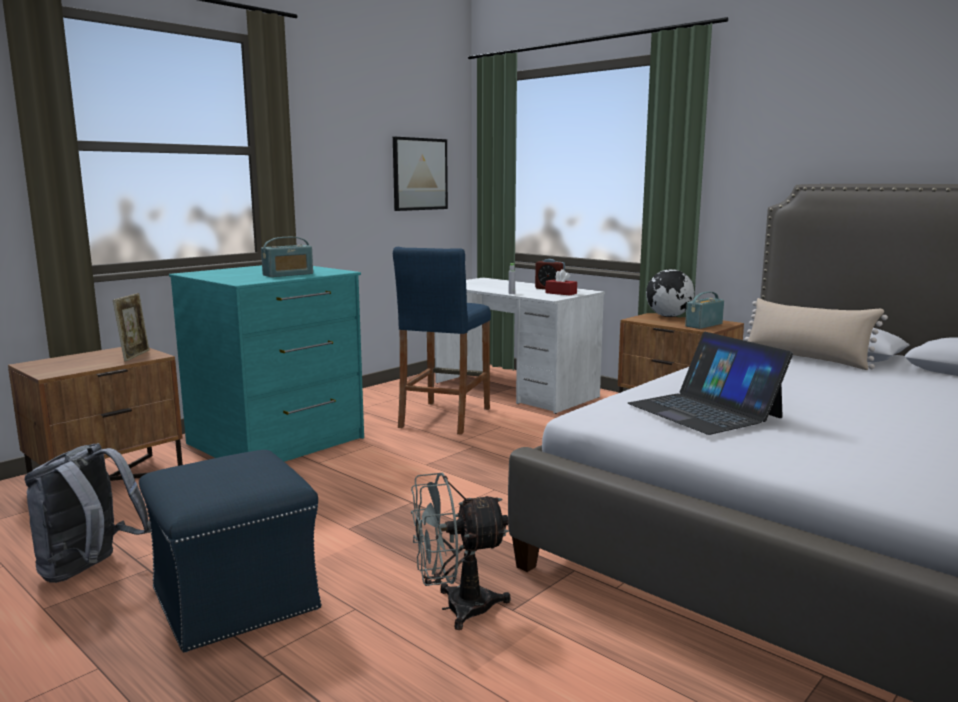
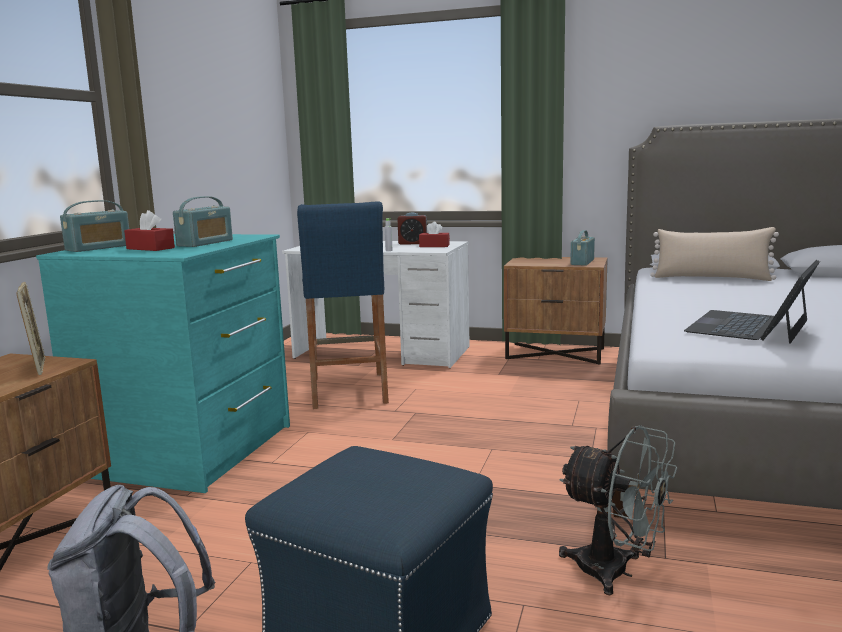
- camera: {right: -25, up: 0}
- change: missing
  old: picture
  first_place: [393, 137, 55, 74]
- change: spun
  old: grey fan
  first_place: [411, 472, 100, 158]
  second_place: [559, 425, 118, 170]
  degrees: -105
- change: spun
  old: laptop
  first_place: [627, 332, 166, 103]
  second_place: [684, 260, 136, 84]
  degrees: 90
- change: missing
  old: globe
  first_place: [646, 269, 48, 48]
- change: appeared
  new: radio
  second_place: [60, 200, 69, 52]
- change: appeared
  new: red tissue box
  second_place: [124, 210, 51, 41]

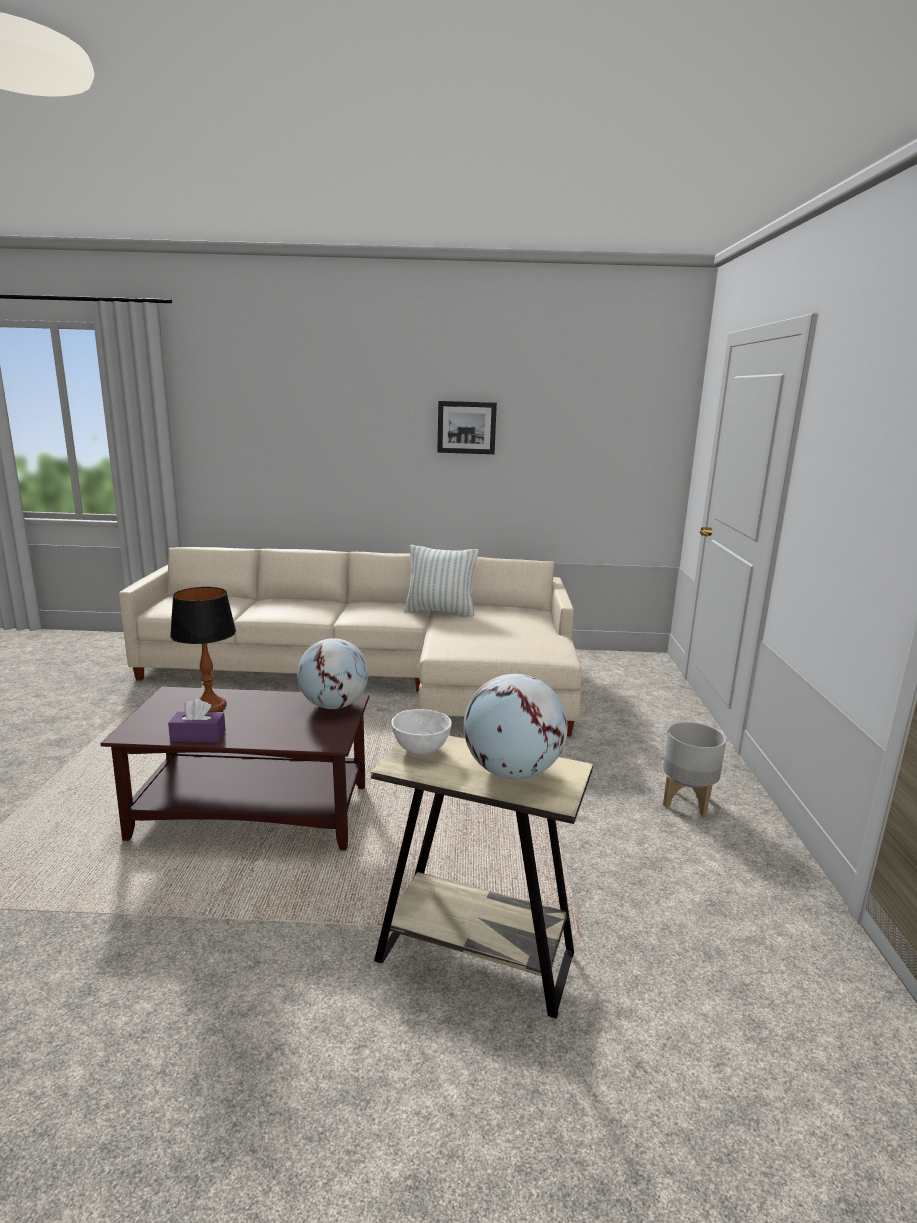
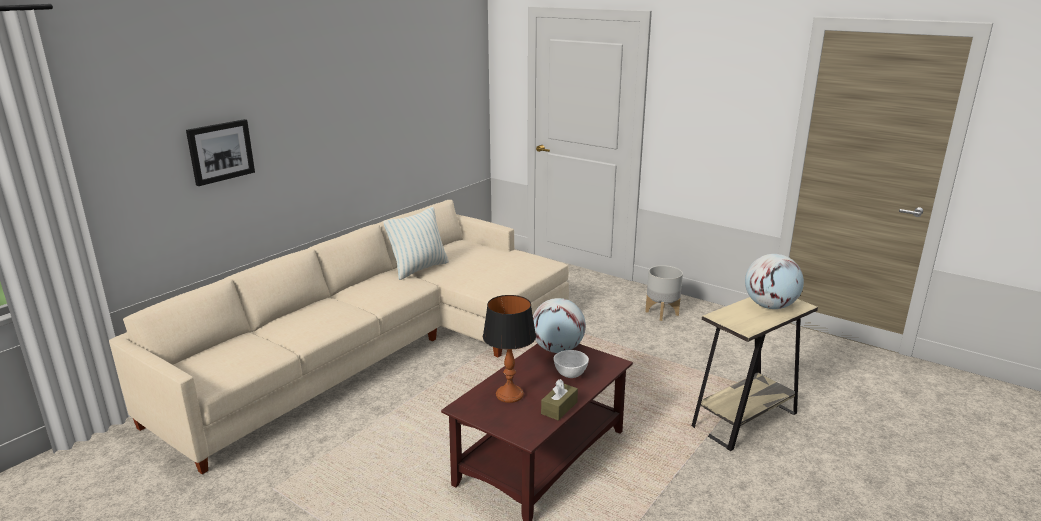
- camera: {right: -55, up: 5}
- change: colour
  old: purple tissue box
  new: brown tissue box
  first_place: [168, 698, 58, 44]
  second_place: [541, 379, 37, 42]
- change: relocated
  old: white bowl
  first_place: [392, 709, 60, 46]
  second_place: [554, 350, 35, 28]
- change: relocated
  old: picture
  first_place: [437, 401, 60, 53]
  second_place: [186, 119, 69, 67]

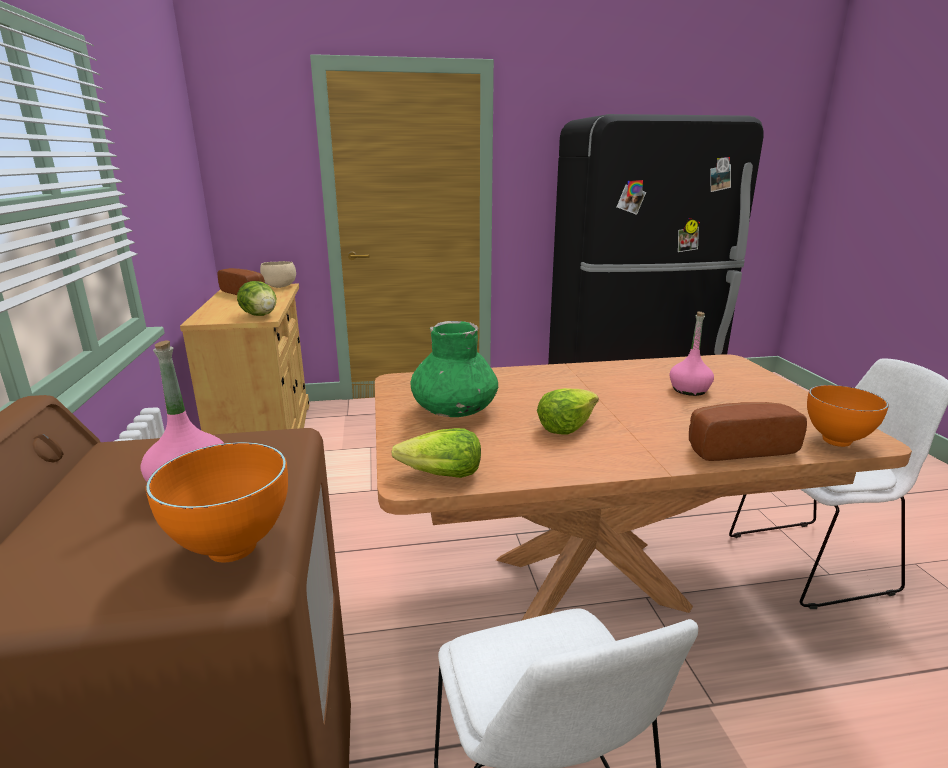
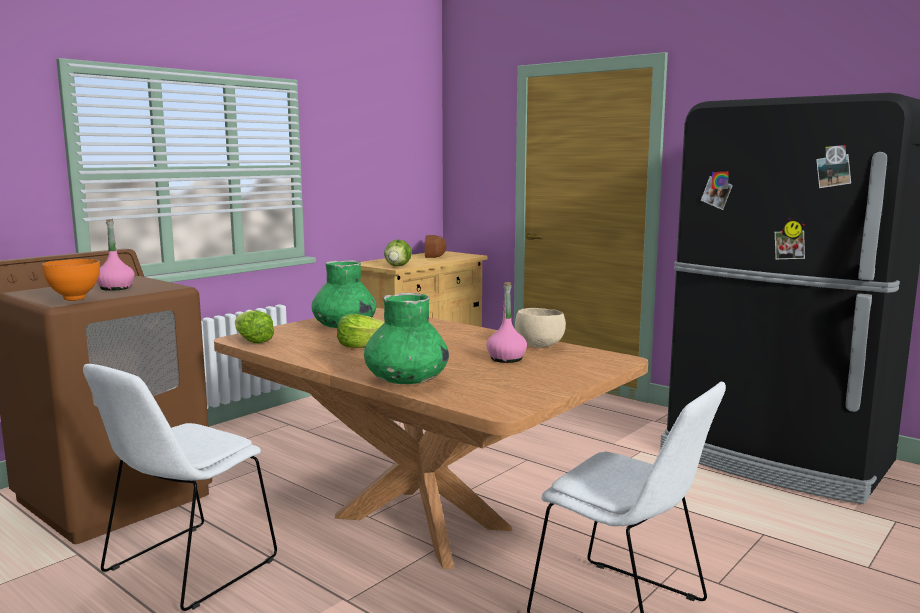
- camera: {right: 50, up: -10}
- change: relocated
  old: beige bowl
  first_place: [260, 261, 36, 27]
  second_place: [515, 308, 51, 40]
- change: exchanged
  old: bread
  new: green vase
  first_place: [689, 402, 118, 59]
  second_place: [364, 293, 85, 91]
- change: missing
  old: orange bowl
  first_place: [807, 385, 82, 62]

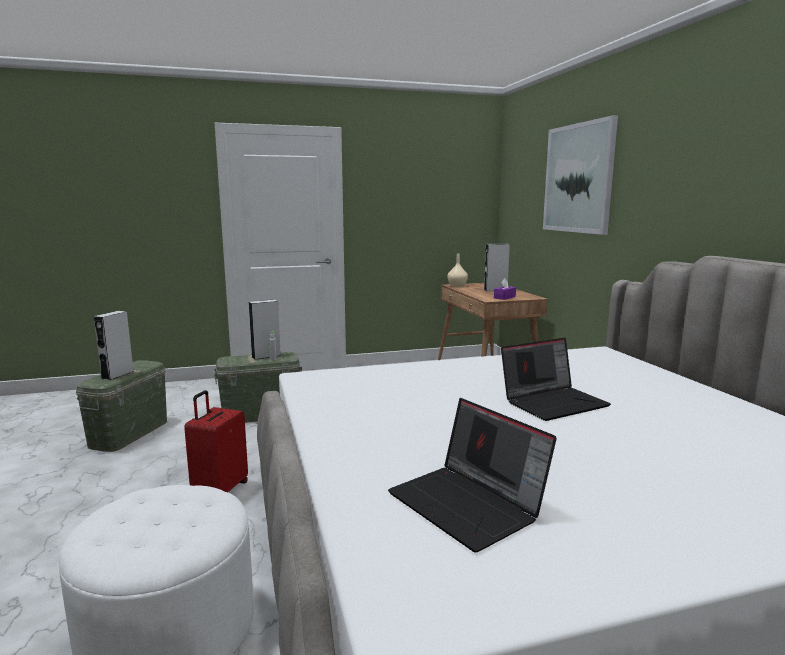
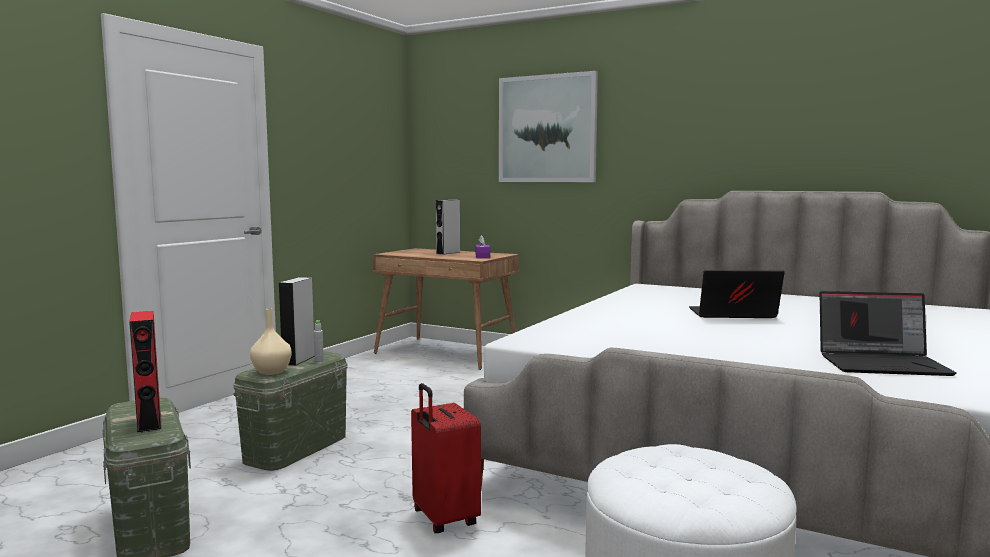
- camera: {right: -45, up: -5}
- change: colour
  old: grey speaker
  new: red speaker
  first_place: [93, 311, 41, 69]
  second_place: [129, 311, 32, 122]
- change: relocated
  old: beige vase
  first_place: [448, 253, 20, 34]
  second_place: [250, 308, 41, 67]
- change: spun
  old: laptop
  first_place: [501, 338, 110, 83]
  second_place: [689, 270, 96, 48]
  degrees: -105

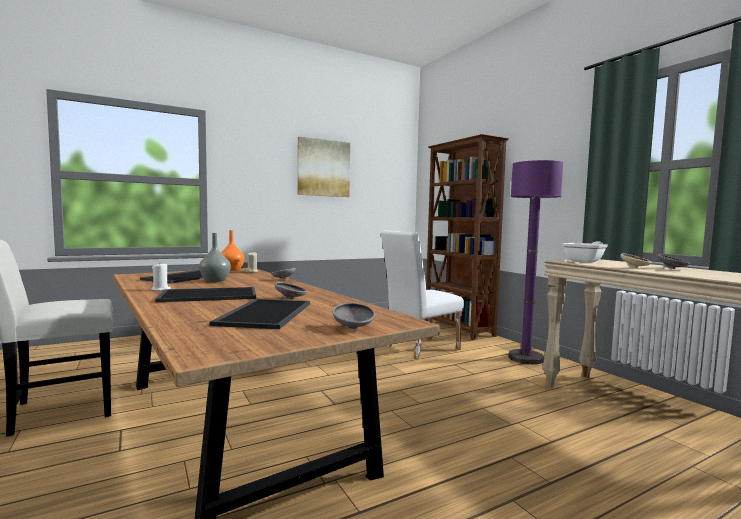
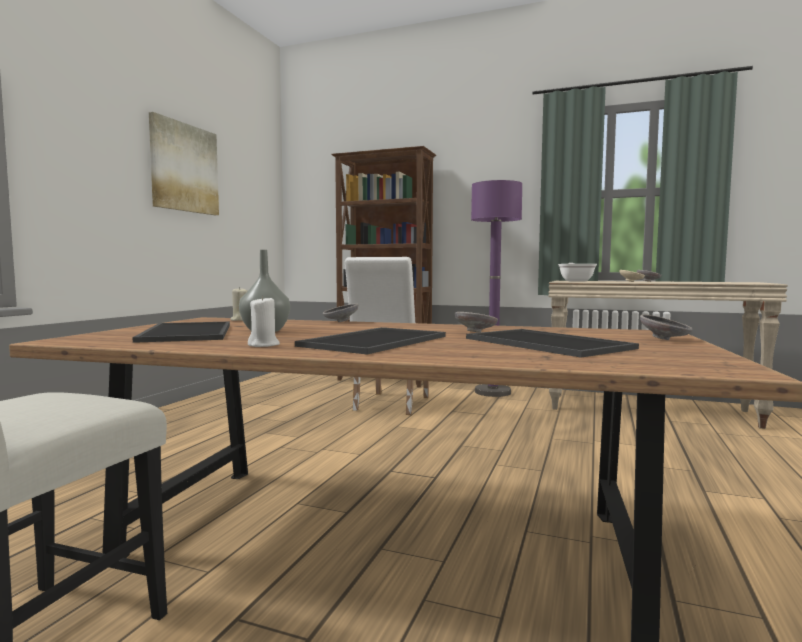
- camera: {right: -40, up: 0}
- change: missing
  old: orange vase
  first_place: [221, 230, 23, 41]

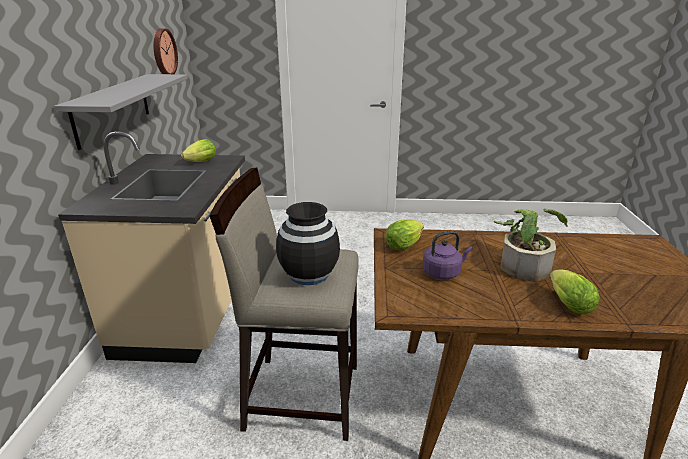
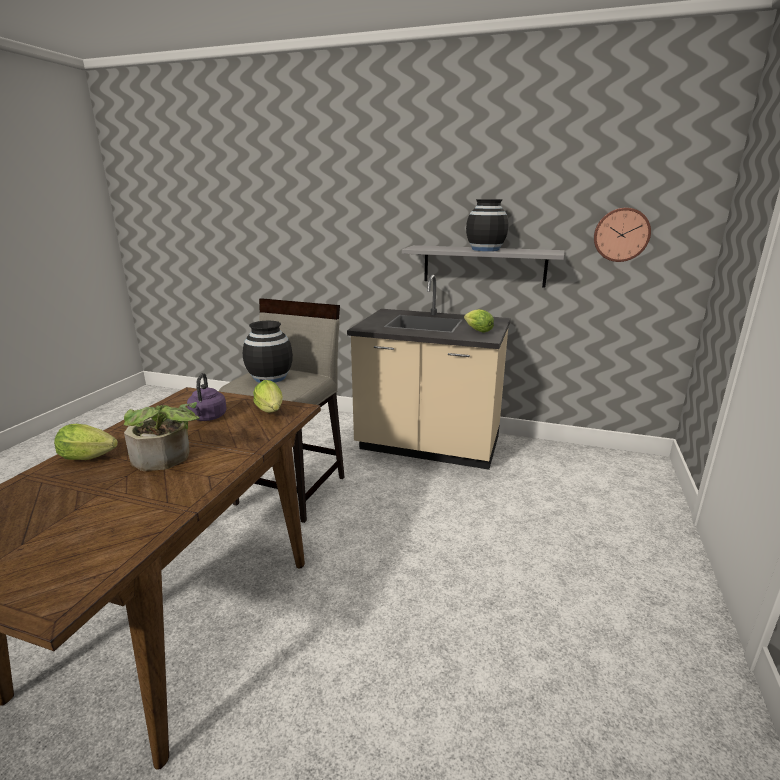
- camera: {right: 105, up: -5}
- change: appeared
  new: black vase
  second_place: [466, 199, 43, 52]

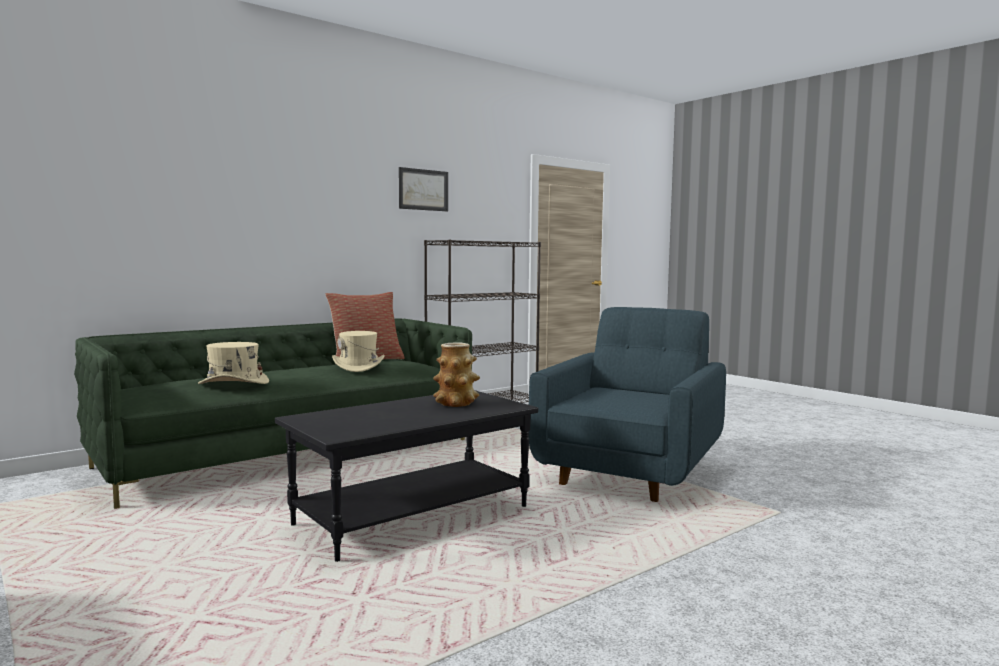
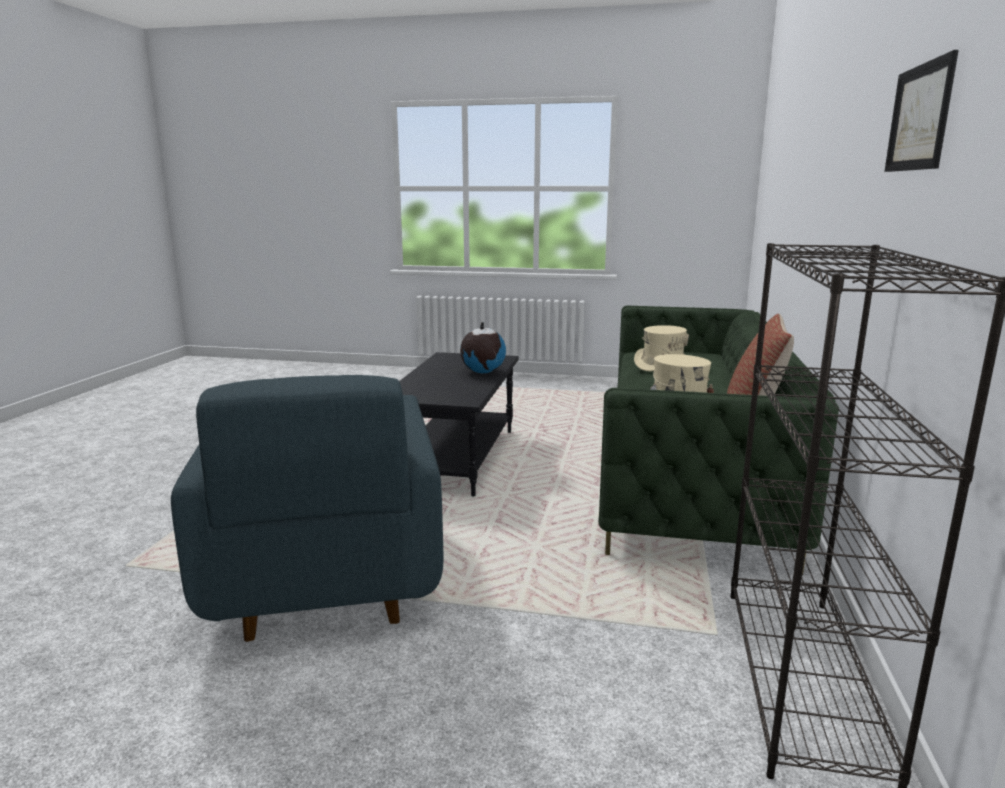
- camera: {right: 140, up: 10}
- change: missing
  old: vase
  first_place: [433, 342, 47, 65]
- change: appeared
  new: globe
  second_place: [460, 322, 46, 51]

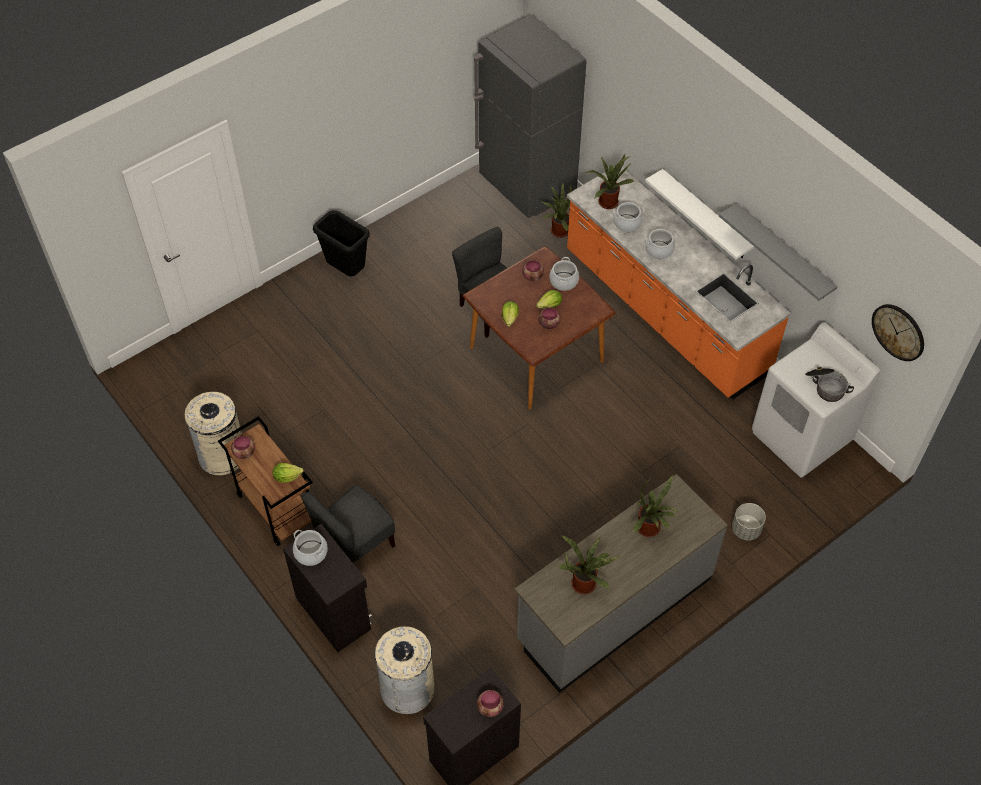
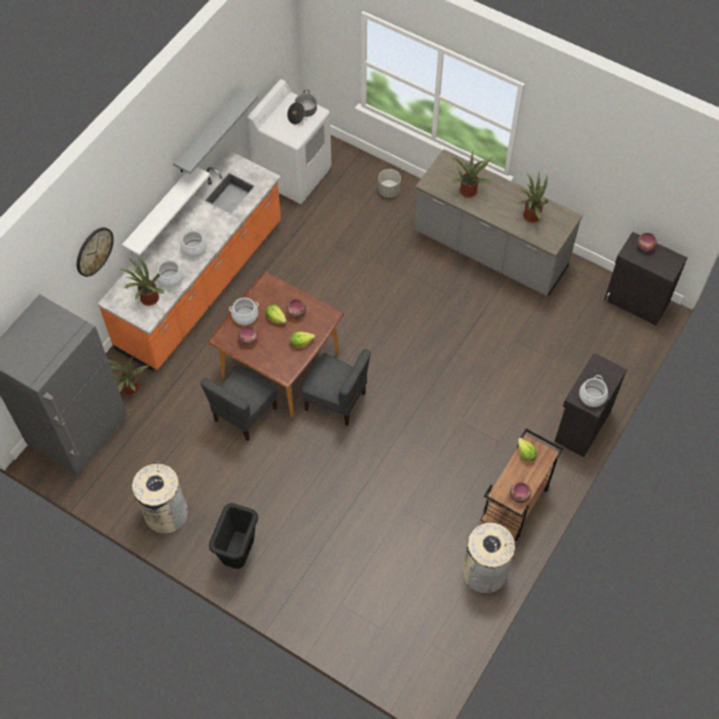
- camera: {right: -110, up: 5}
- change: relocated
  old: grey chair
  first_place: [302, 485, 93, 78]
  second_place: [302, 349, 69, 77]
- change: relocated
  old: beige trash can
  first_place: [375, 626, 59, 88]
  second_place: [132, 463, 56, 70]
- change: relocated
  old: wall clock
  first_place: [872, 304, 52, 57]
  second_place: [77, 227, 37, 50]

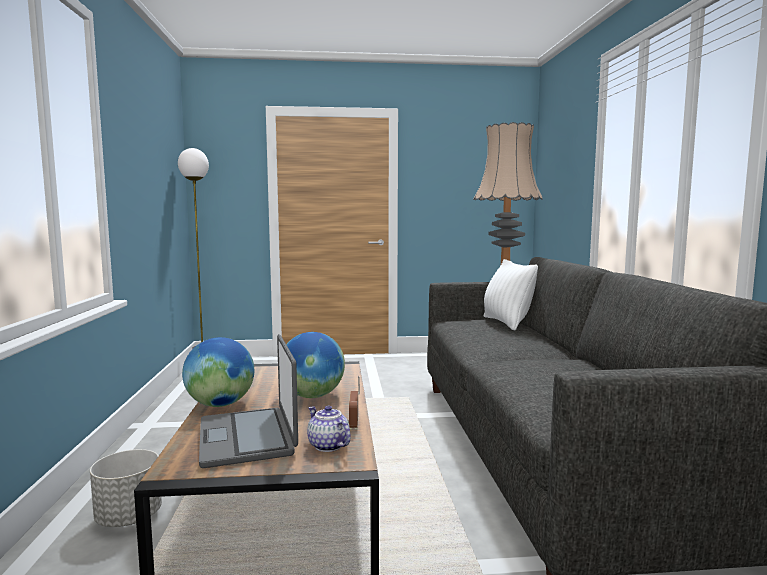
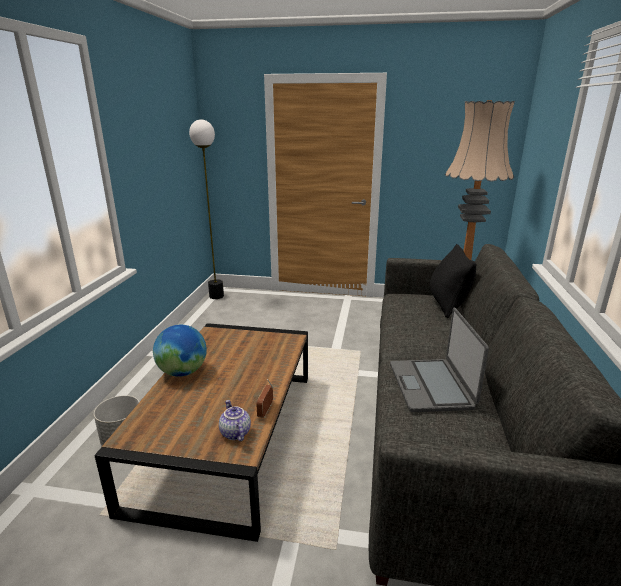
- camera: {right: 15, up: 15}
- change: relocated
  old: laptop
  first_place: [199, 334, 99, 134]
  second_place: [390, 308, 99, 104]
- change: missing
  old: globe
  first_place: [286, 332, 59, 66]
- change: colour
  old: white pillow
  new: black pillow
  first_place: [484, 259, 54, 71]
  second_place: [430, 244, 47, 74]

